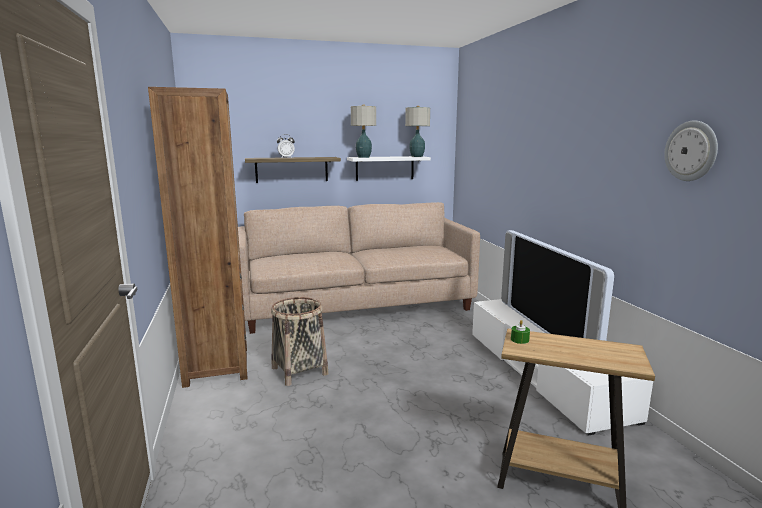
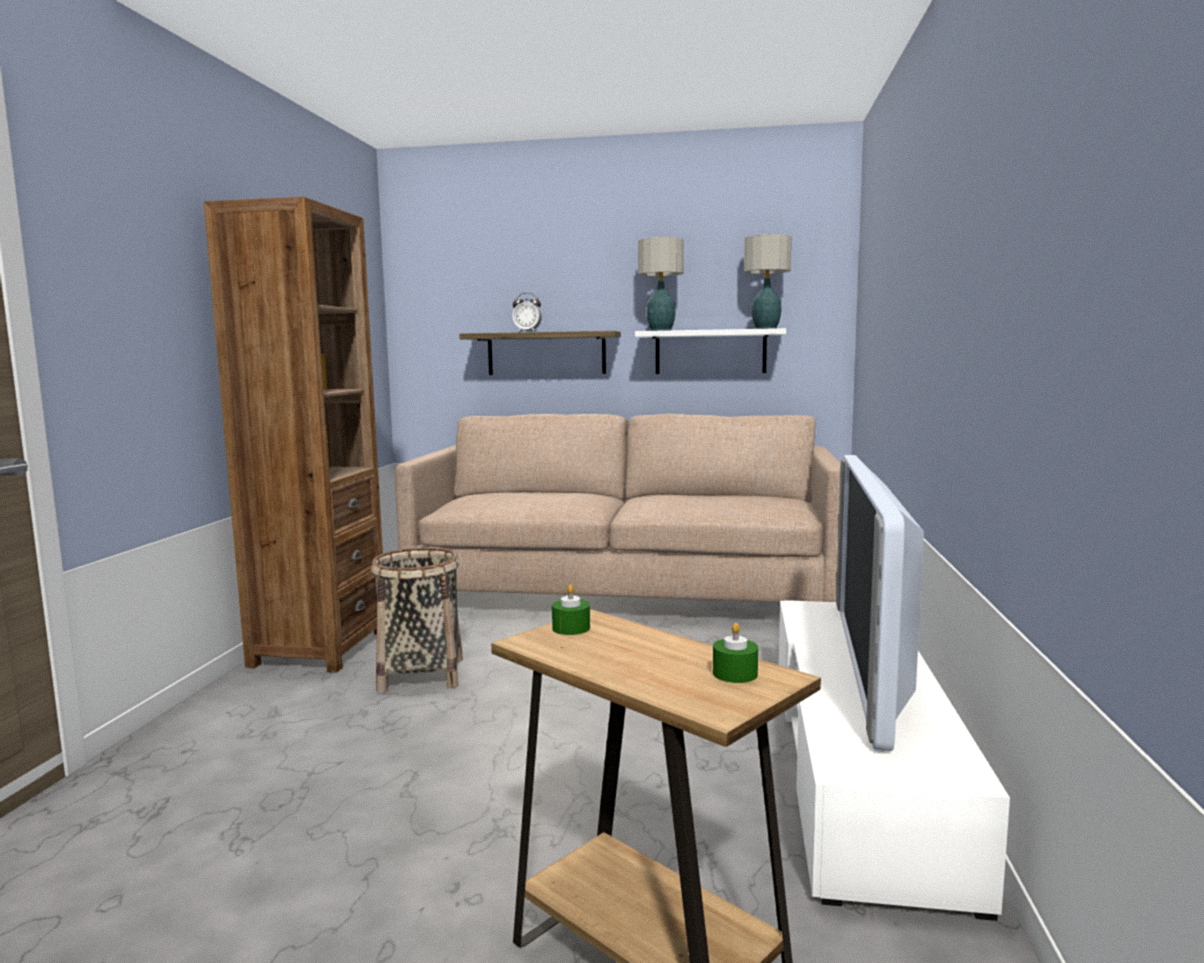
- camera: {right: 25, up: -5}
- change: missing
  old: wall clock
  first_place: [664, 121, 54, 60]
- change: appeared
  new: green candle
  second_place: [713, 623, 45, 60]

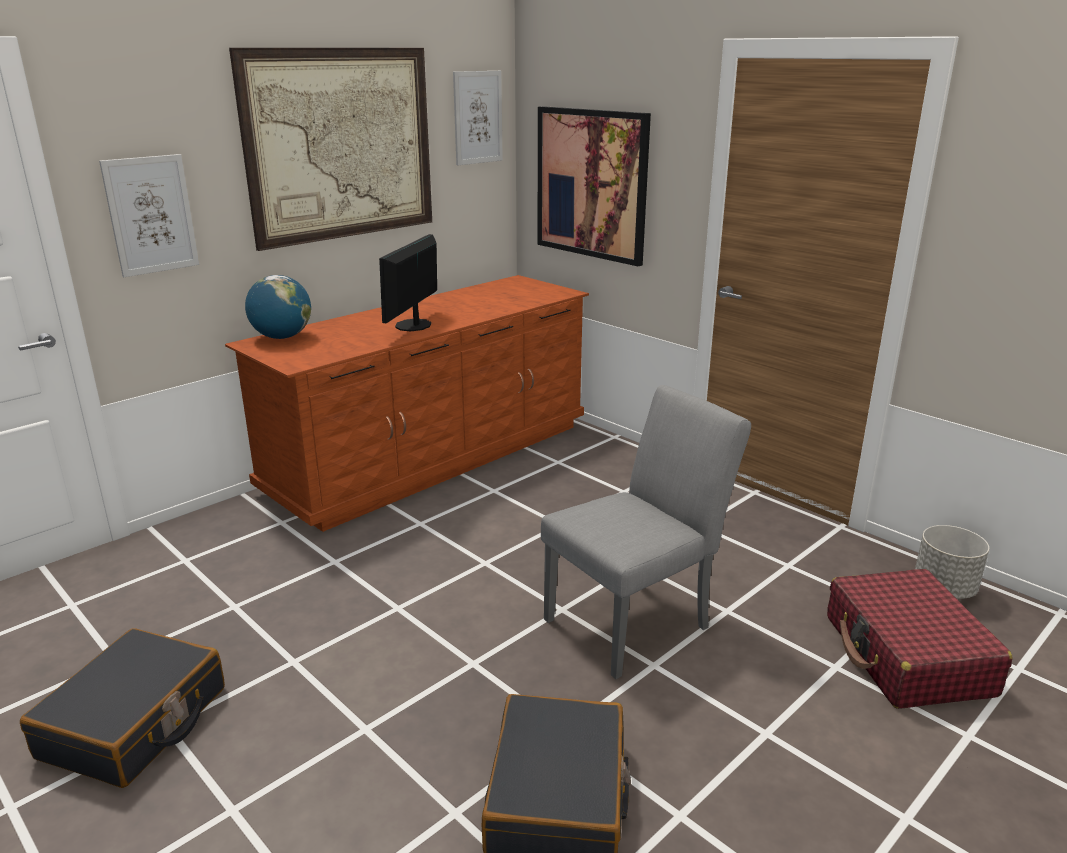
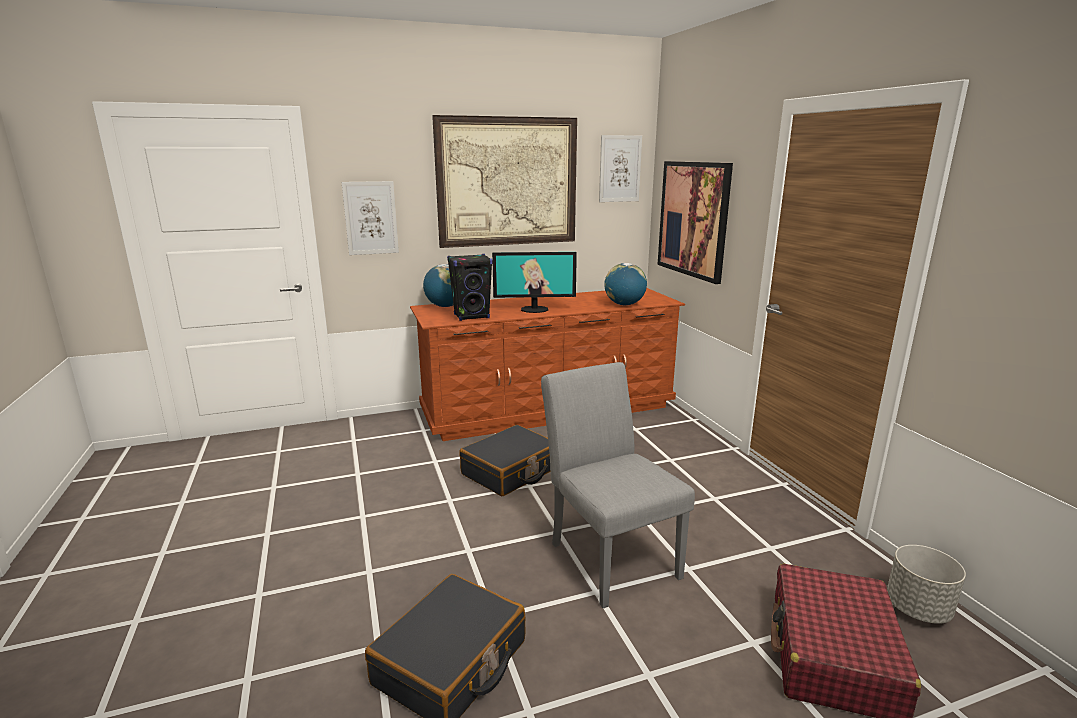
- camera: {right: 25, up: -5}
- change: relocated
  old: black suitcase
  first_place: [20, 628, 205, 160]
  second_place: [459, 425, 91, 71]
- change: spun
  old: monitor
  first_place: [379, 234, 58, 97]
  second_place: [492, 252, 85, 61]
  degrees: -135
- change: spun
  old: grey chair
  first_place: [541, 385, 210, 294]
  second_place: [541, 362, 154, 246]
  degrees: -105
- change: appeared
  new: black speaker
  second_place: [447, 254, 46, 67]
- change: appeared
  new: globe
  second_place: [604, 263, 43, 42]

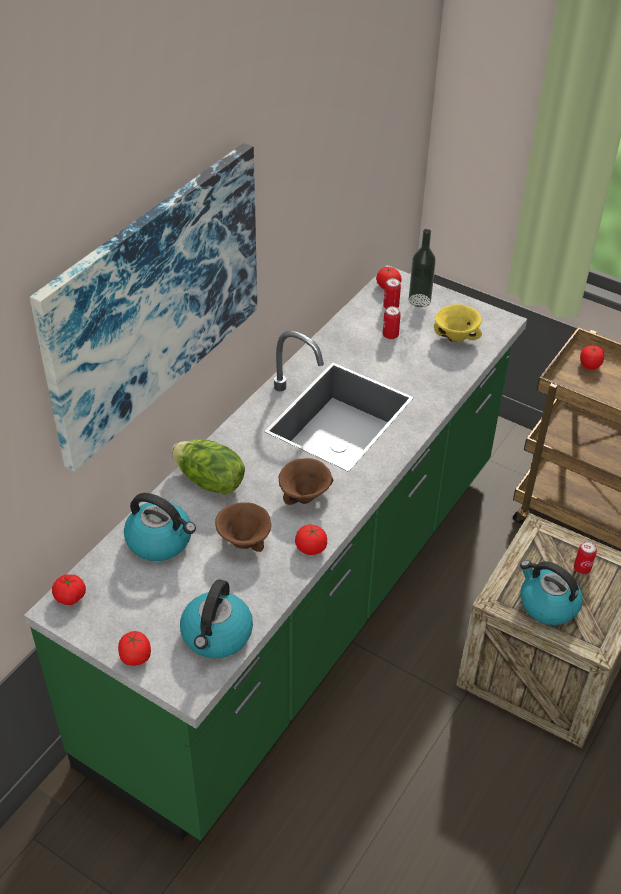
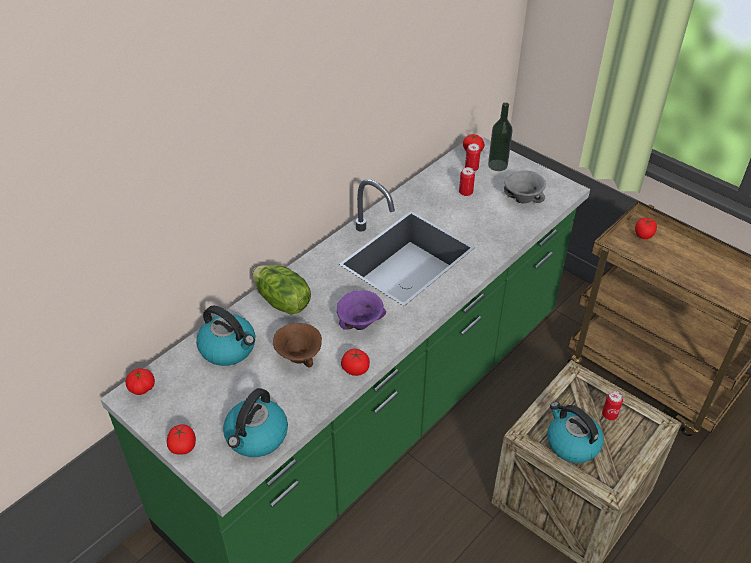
- camera: {right: 10, up: 0}
- change: missing
  old: picture
  first_place: [30, 143, 227, 329]
- change: colour
  old: brown bowl
  new: purple bowl
  first_place: [279, 458, 54, 47]
  second_place: [337, 290, 49, 40]
- change: colour
  old: yellow bowl
  new: grey bowl
  first_place: [434, 304, 48, 38]
  second_place: [504, 170, 42, 33]

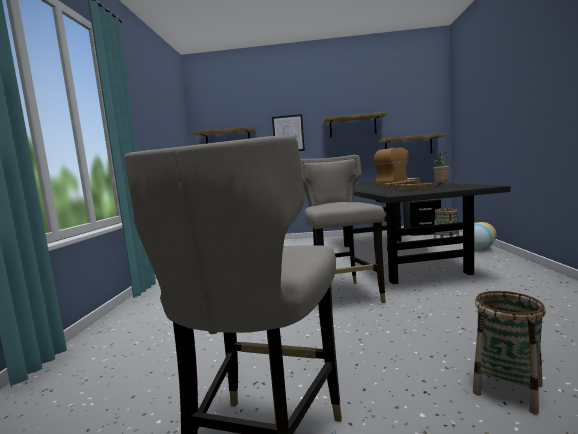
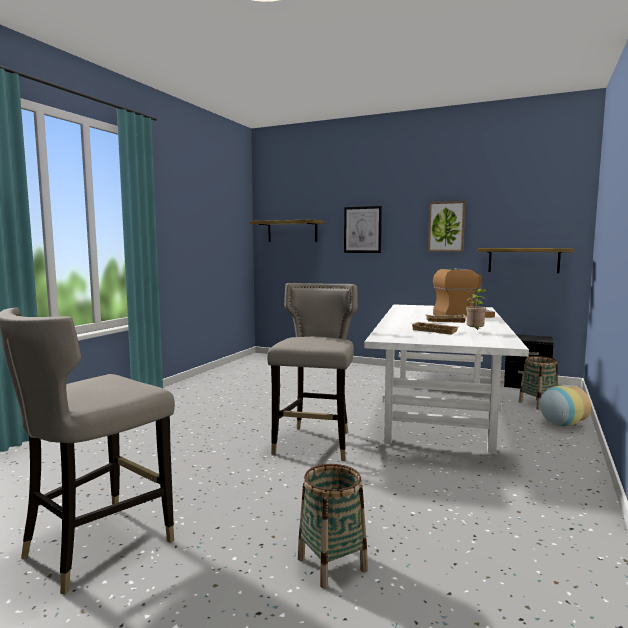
- camera: {right: 20, up: 0}
- change: exchanged
  old: shelf
  new: picture
  first_place: [323, 112, 64, 25]
  second_place: [428, 201, 37, 51]
- change: colour
  old: black dining table
  new: white dining table
  first_place: [343, 182, 167, 102]
  second_place: [364, 305, 165, 149]

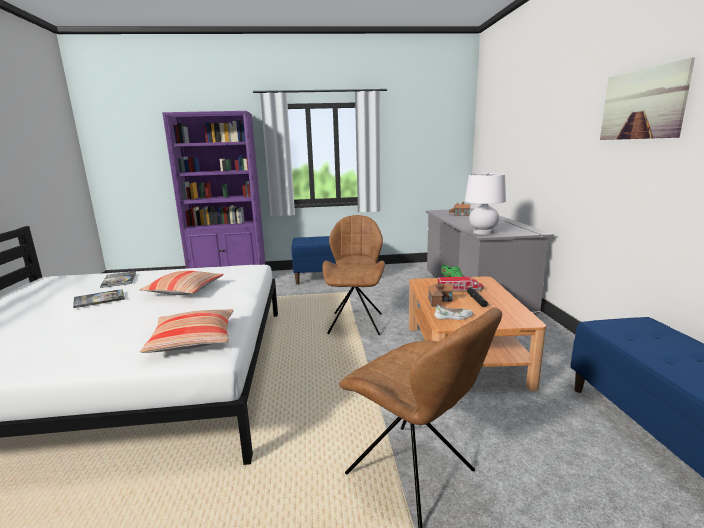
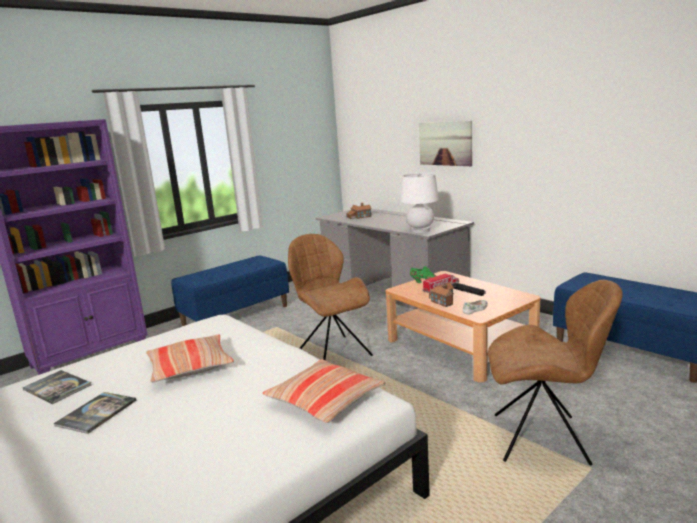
- camera: {right: -35, up: 0}
- change: relocated
  old: picture
  first_place: [600, 57, 95, 83]
  second_place: [419, 121, 53, 45]

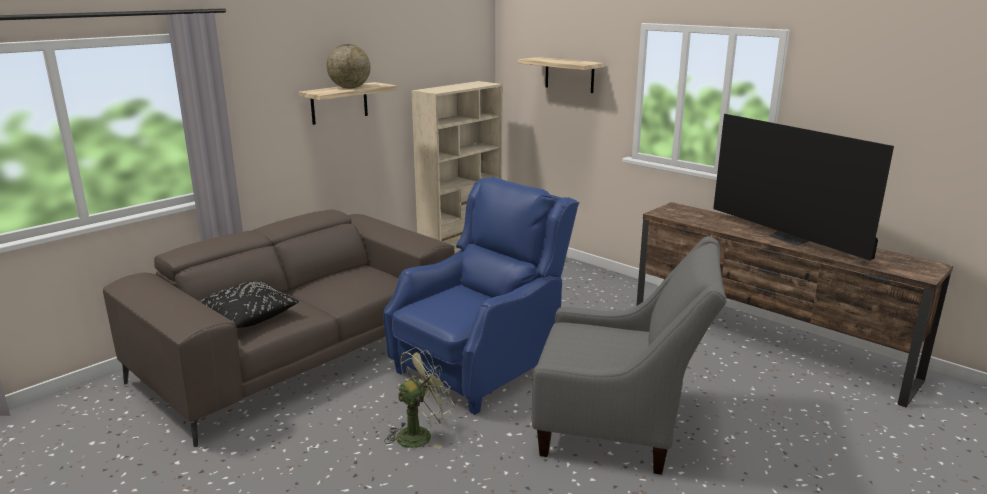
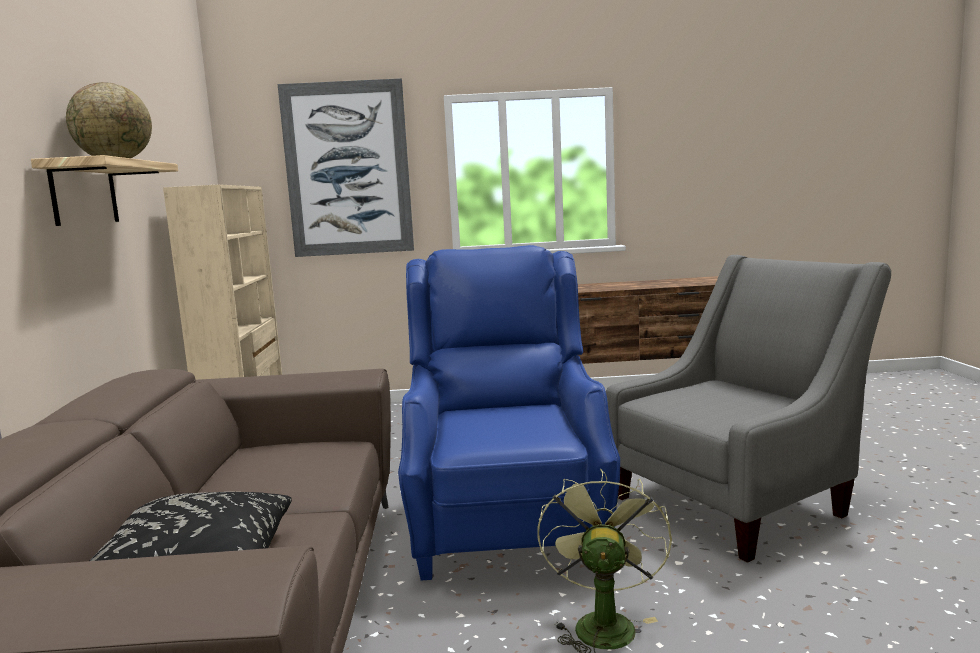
- camera: {right: -45, up: -10}
- change: exchanged
  old: shelf
  new: picture
  first_place: [518, 57, 86, 36]
  second_place: [278, 78, 136, 179]
- change: missing
  old: television
  first_place: [713, 114, 181, 147]

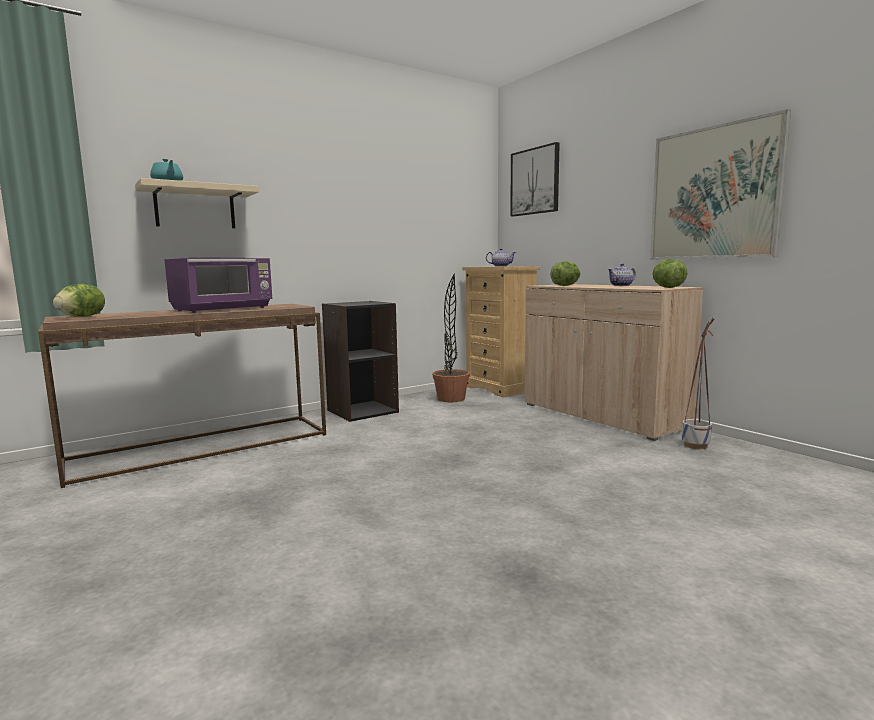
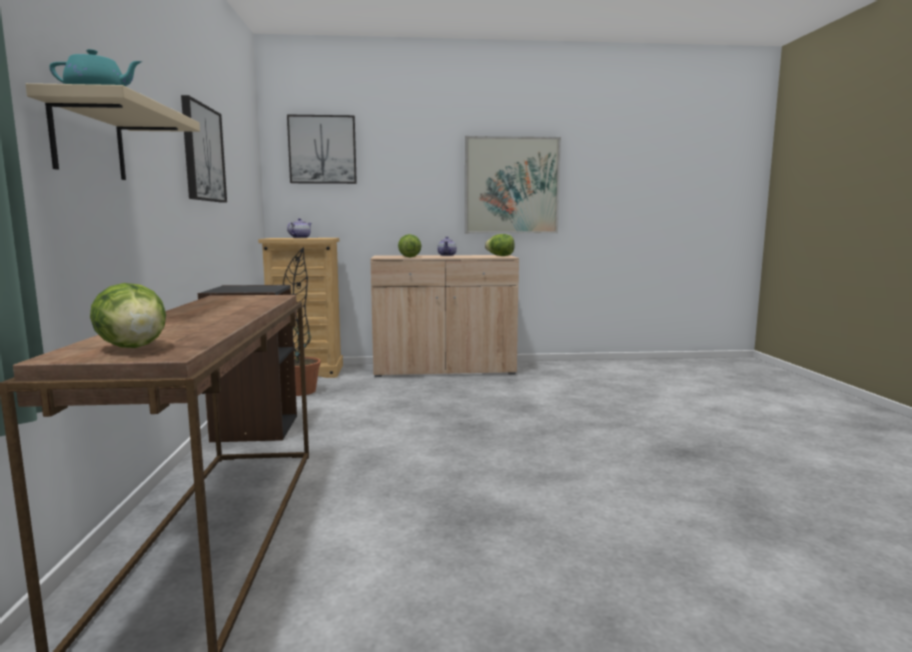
- camera: {right: -60, up: 0}
- change: missing
  old: purple microwave
  first_place: [164, 257, 108, 56]
- change: missing
  old: planter
  first_place: [682, 318, 33, 131]
- change: appeared
  new: picture
  second_place: [181, 95, 46, 108]

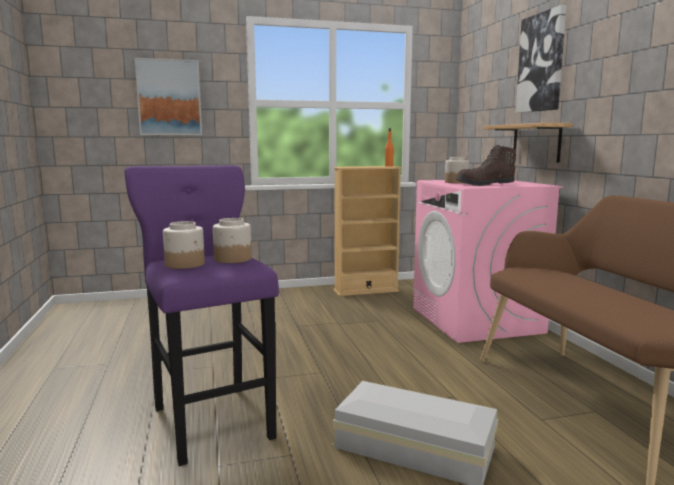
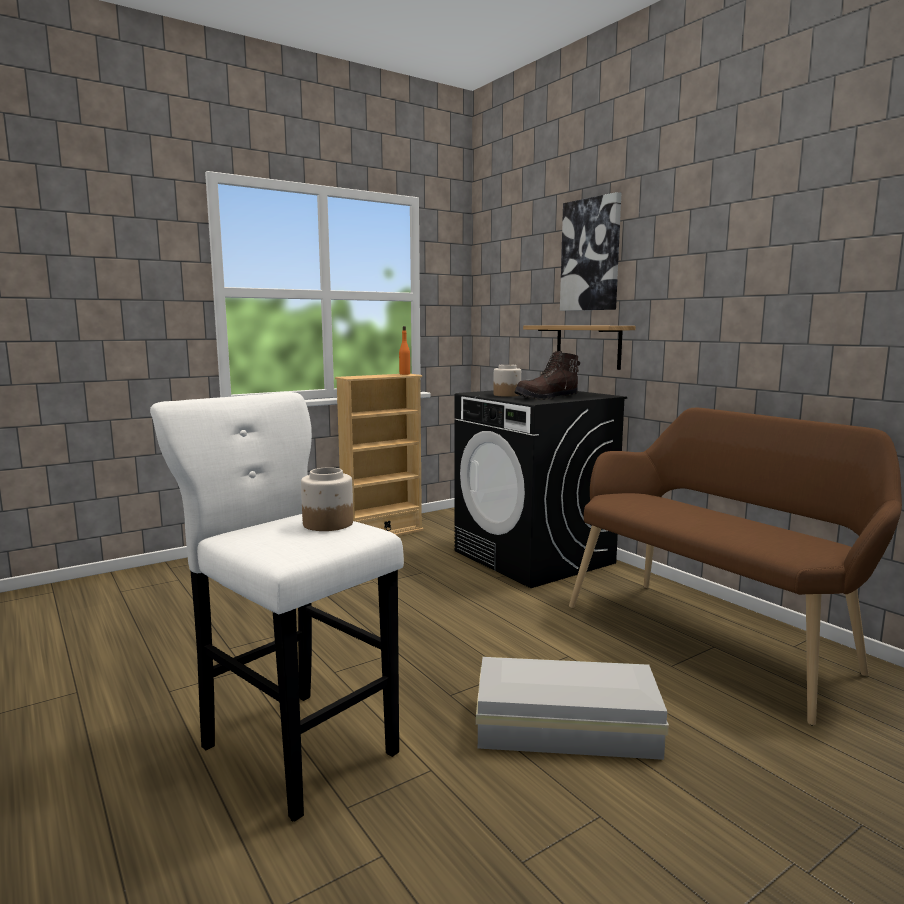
- camera: {right: -20, up: 0}
- change: colour
  old: purple stool
  new: white stool
  first_place: [124, 165, 155, 301]
  second_place: [150, 392, 254, 430]
- change: missing
  old: picture
  first_place: [135, 58, 67, 77]
- change: missing
  old: jar
  first_place: [163, 221, 42, 48]
- change: colour
  old: pink washing machine
  new: black washing machine
  first_place: [413, 180, 150, 163]
  second_place: [454, 390, 173, 198]

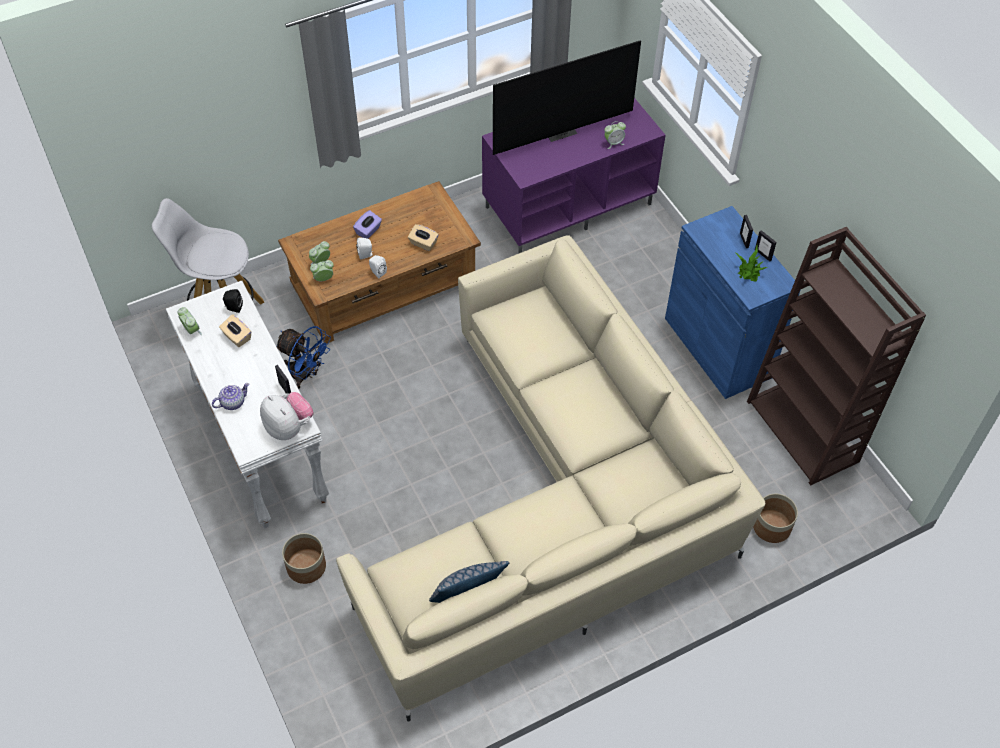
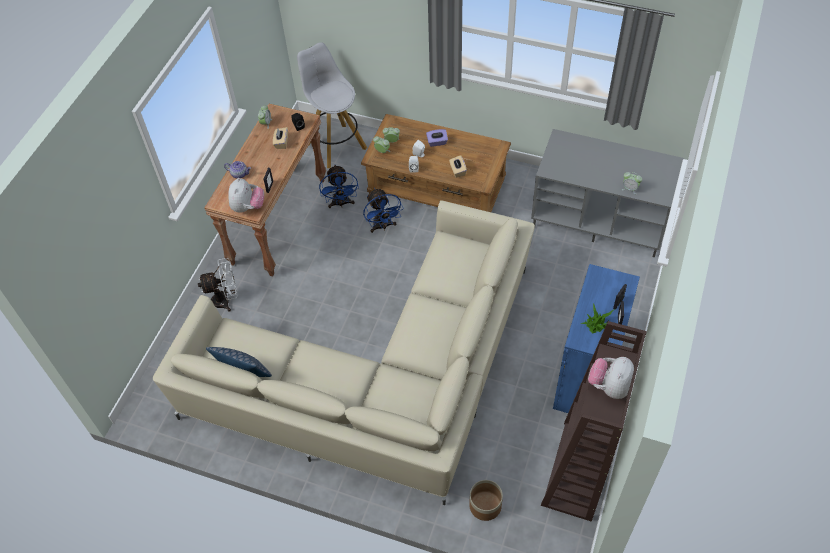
- camera: {right: 50, up: 0}
- change: colour
  old: white console table
  new: brown console table
  first_place: [166, 281, 163, 247]
  second_place: [204, 104, 122, 173]
- change: exchanged
  old: planter
  new: white fan
  first_place: [282, 533, 44, 51]
  second_place: [198, 258, 39, 54]
- change: colour
  old: purple tv stand
  new: grey tv stand
  first_place: [482, 98, 183, 156]
  second_place: [531, 129, 153, 128]
- change: missing
  old: television
  first_place: [493, 40, 148, 115]
- change: appeared
  new: blue fan
  second_place: [363, 188, 40, 45]
- change: appeared
  new: plush toy
  second_place: [588, 357, 46, 42]

